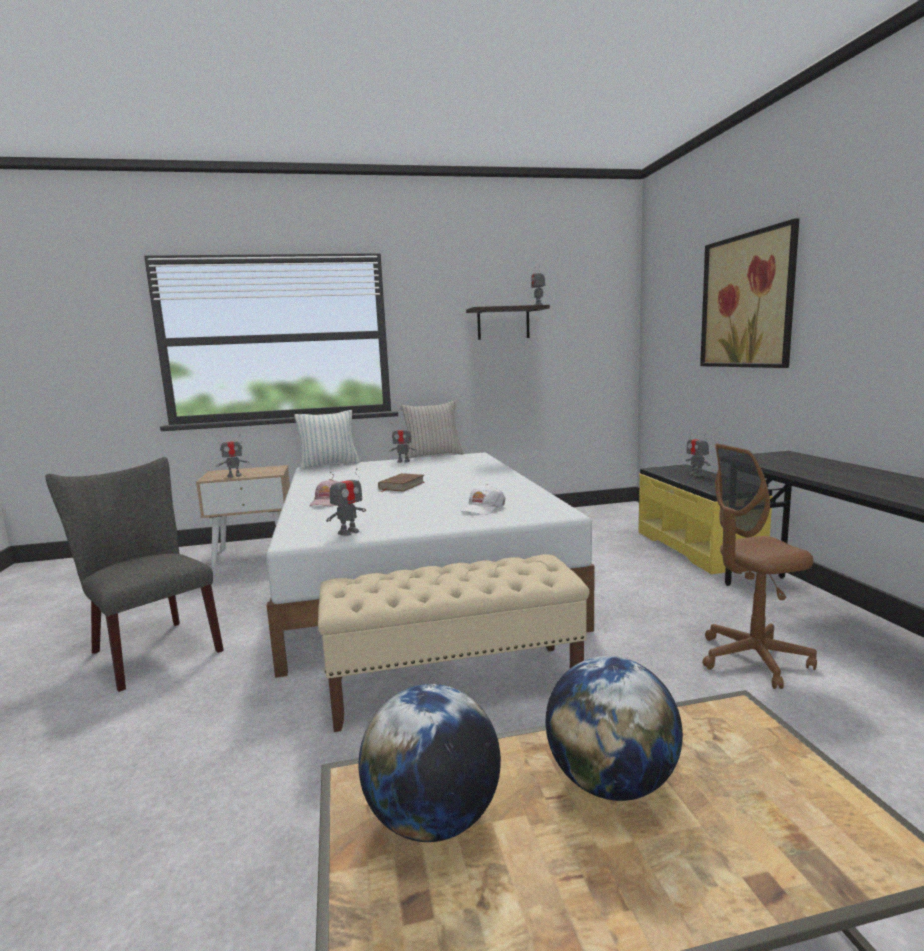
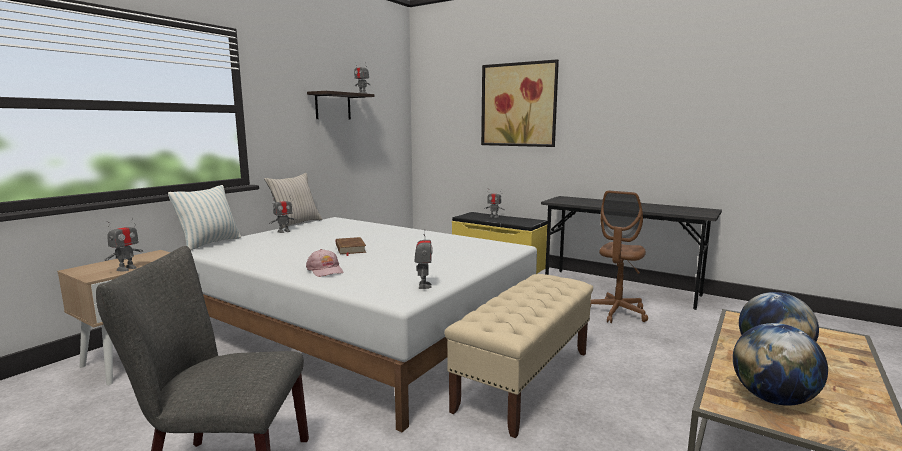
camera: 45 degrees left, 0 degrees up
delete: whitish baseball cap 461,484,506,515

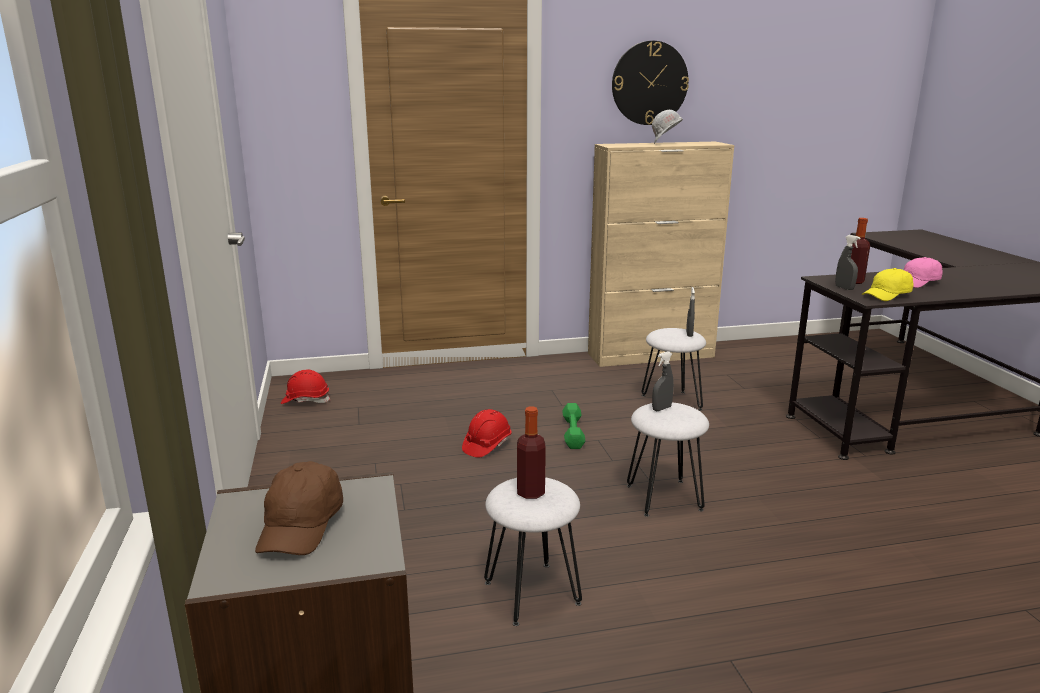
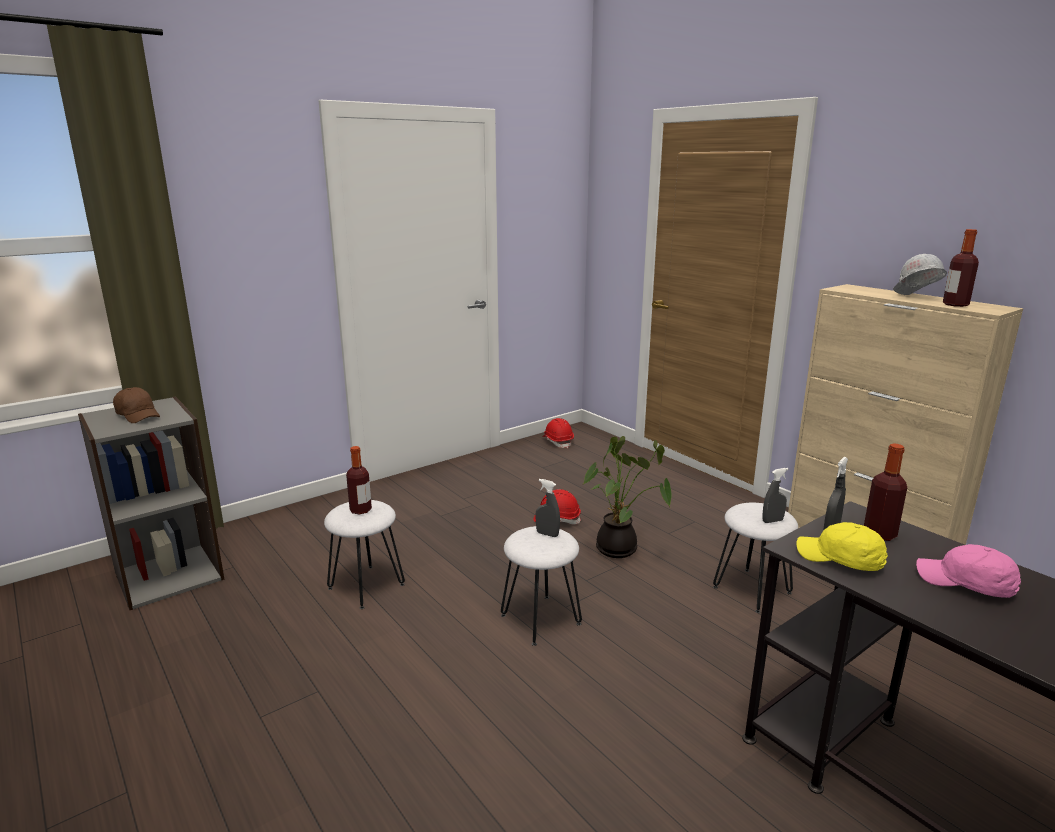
camera: 65 degrees right, 0 degrees up
delete: wall clock 612,41,689,125
insert: beverage bottle 943,229,979,307
replace: green-coloured hand weight 563,403,585,449 to houseplant 582,436,672,558
rotate: brownish baseball cap 255,461,343,555 = 113,387,160,423 120 degrees counterclockwise

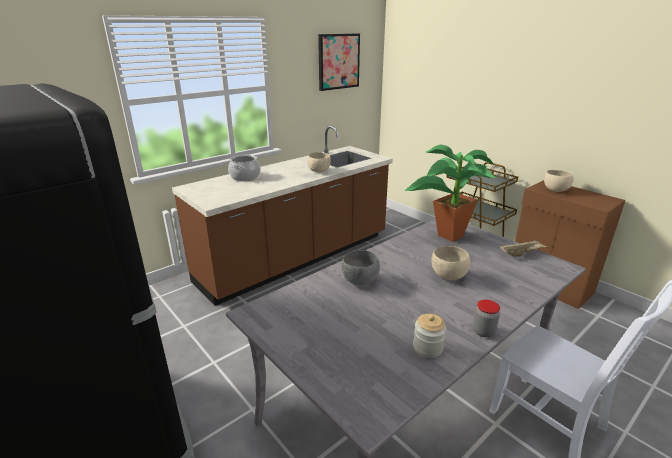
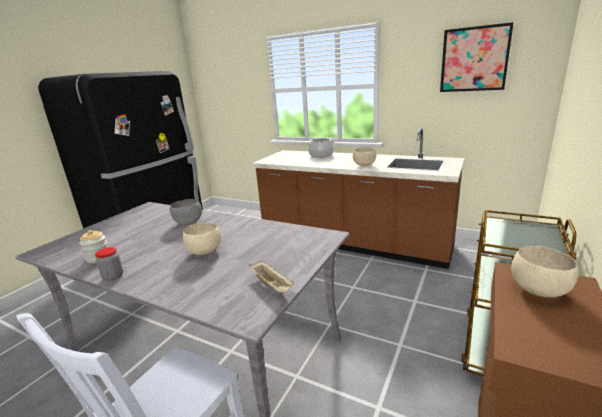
camera: 70 degrees right, 5 degrees down
delete: houseplant 405,145,496,242

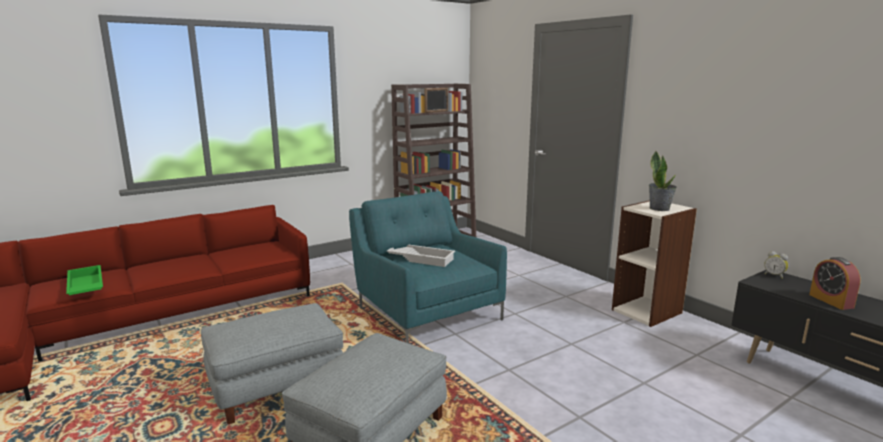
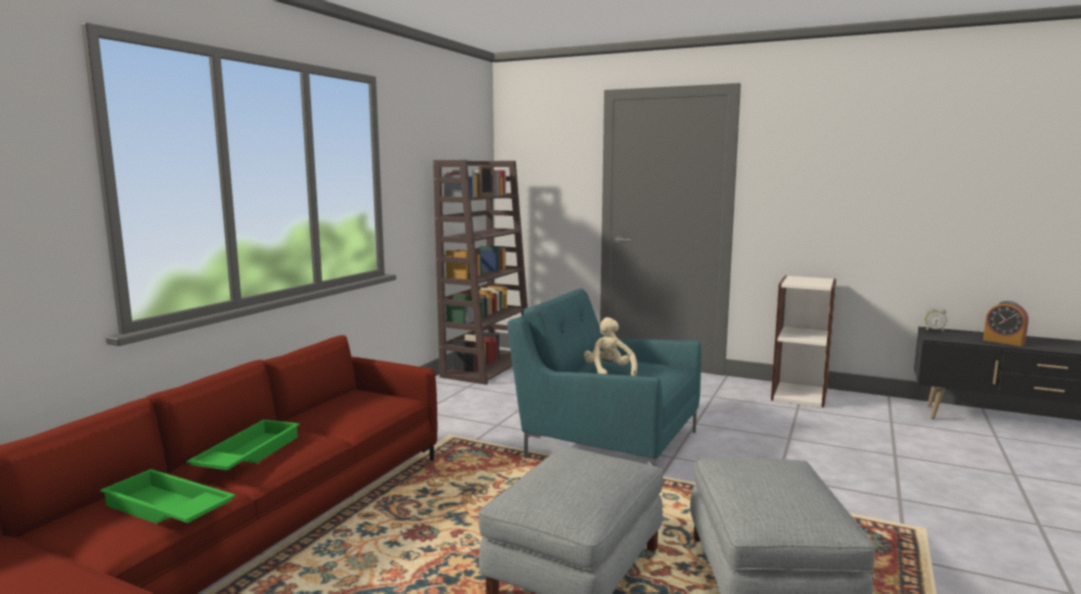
camera: 30 degrees left, 5 degrees down
delete: houseplant 649,151,677,211
insert: green-coloured serving tray 186,419,300,470
replace: whitish serving tray 387,245,455,267 to beige-coloured soft toy 584,317,637,376

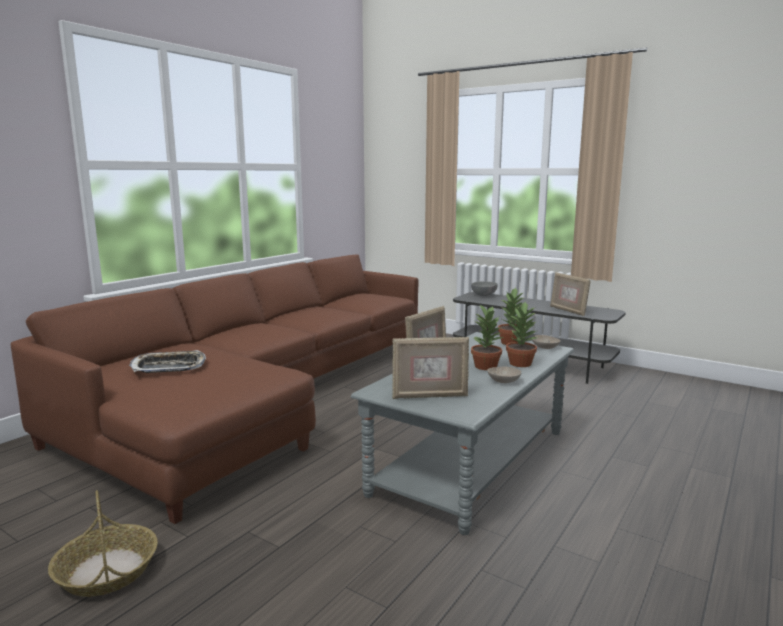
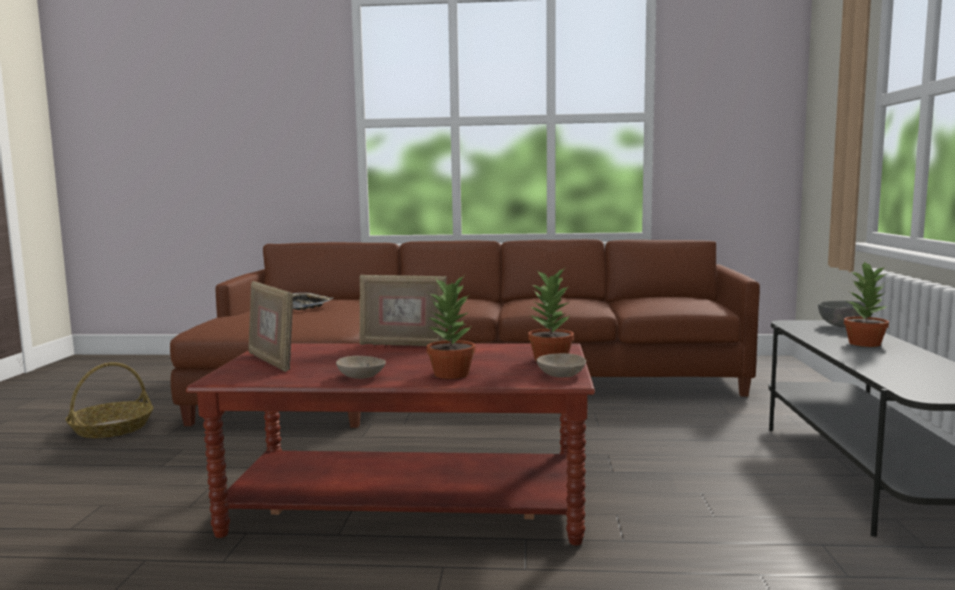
camera: 60 degrees right, 5 degrees down
delete: picture frame 550,272,591,316
move: houseplant 471,305,504,370 to 844,261,889,347
recolor: grey coffee table 350,332,574,535 to brownish coffee table 186,343,595,545

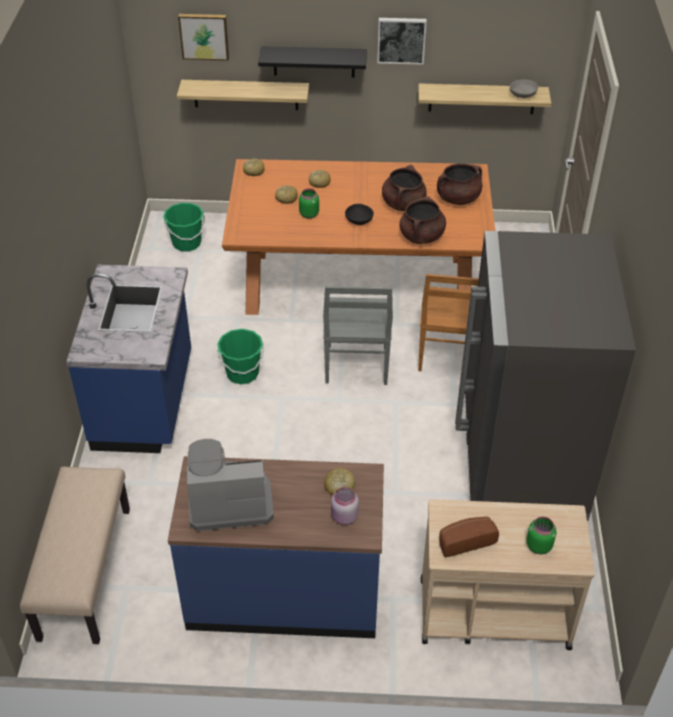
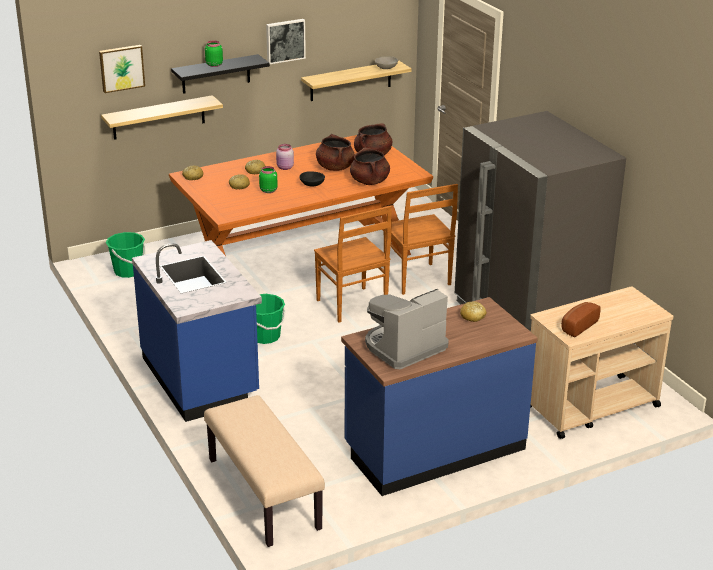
camera: 30 degrees left, 15 degrees down
move: pinkish jar 331,487,359,525 to 276,144,294,170; green-coloured jar 526,517,556,554 to 205,40,223,67
recolor: grey chair 323,286,393,385 to brownish chair 314,206,392,323

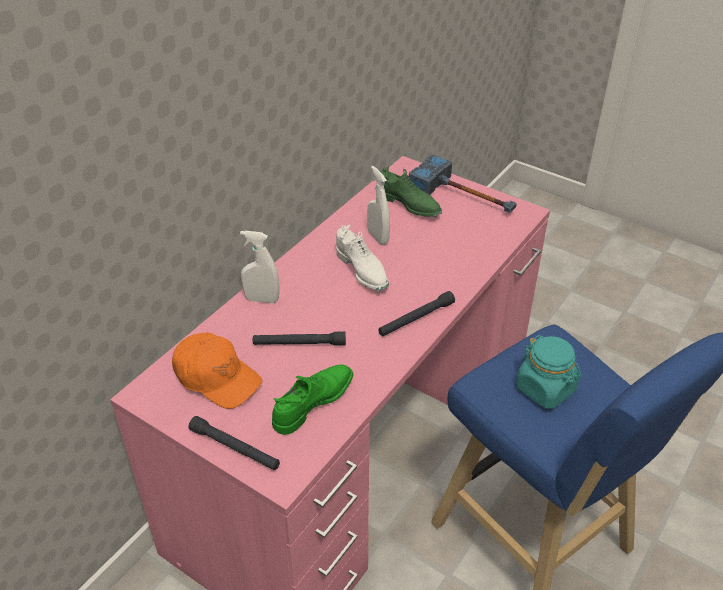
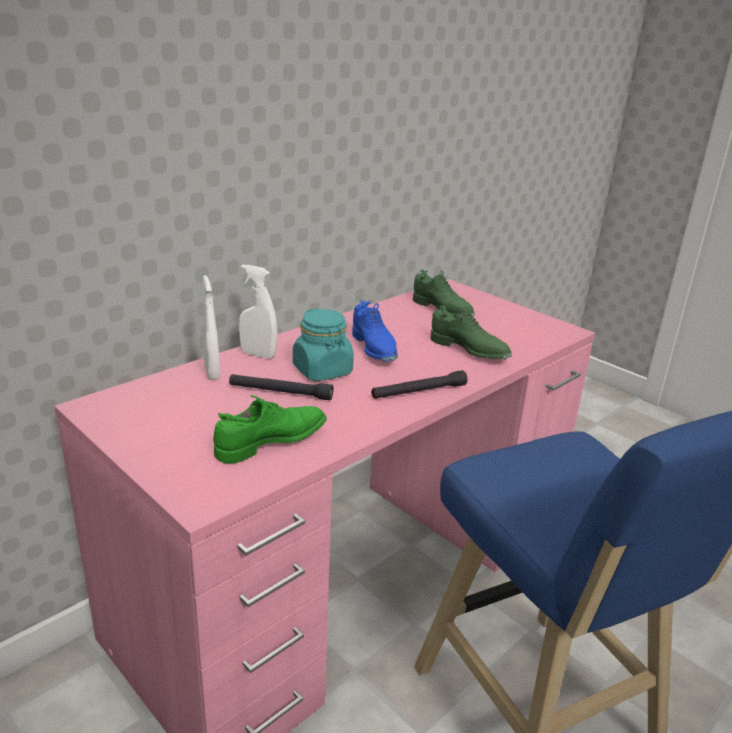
camera: 10 degrees right, 15 degrees down
delete: orange-coloured baseball cap 172,332,262,409; black-coloured flashlight 189,416,280,470; hand hammer 409,154,517,213
insert: green-coloured low shoe 430,305,512,360
move: whitish sprayer 367,166,390,245 to 203,275,220,380; turquoise-coloured jar 516,335,582,409 to 293,308,354,381
recolor: whitish low shoe 336,225,389,291 to bluish low shoe 352,300,398,362

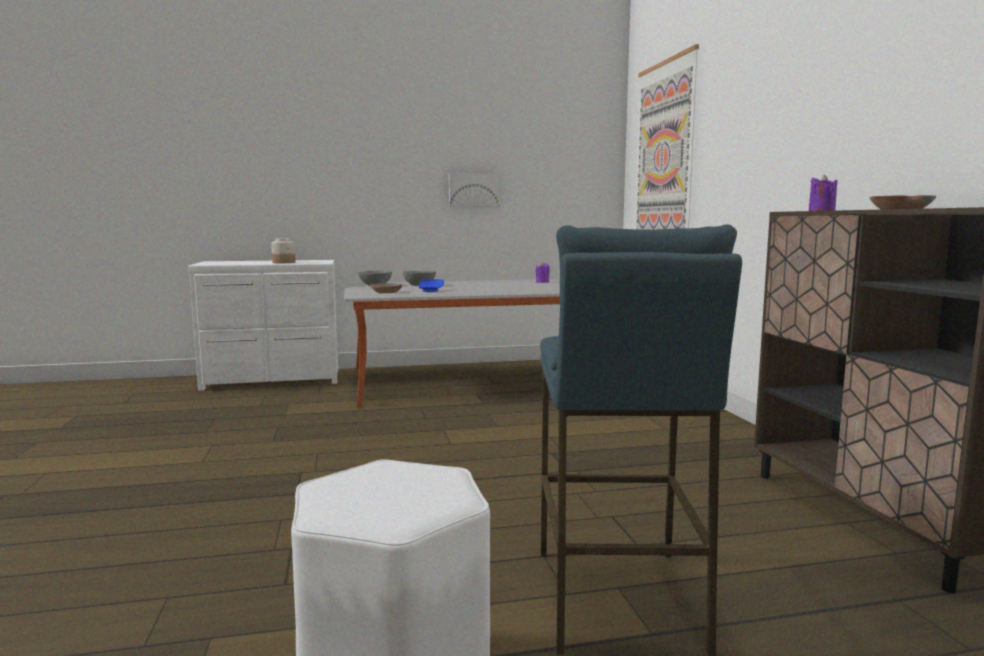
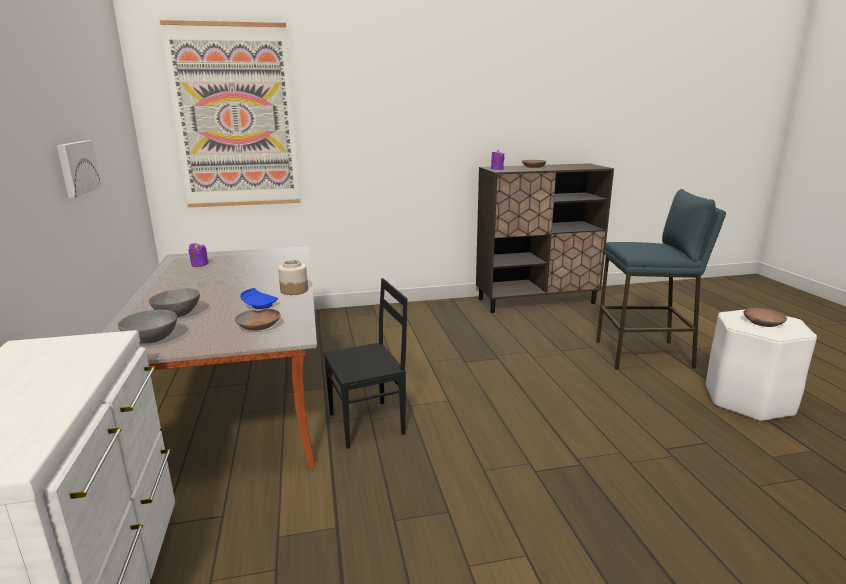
camera: 90 degrees left, 10 degrees up
insert: black-coloured chair 323,278,407,449; brownish bowl 744,308,787,327
move: jar 271,238,295,263 to 278,260,308,295

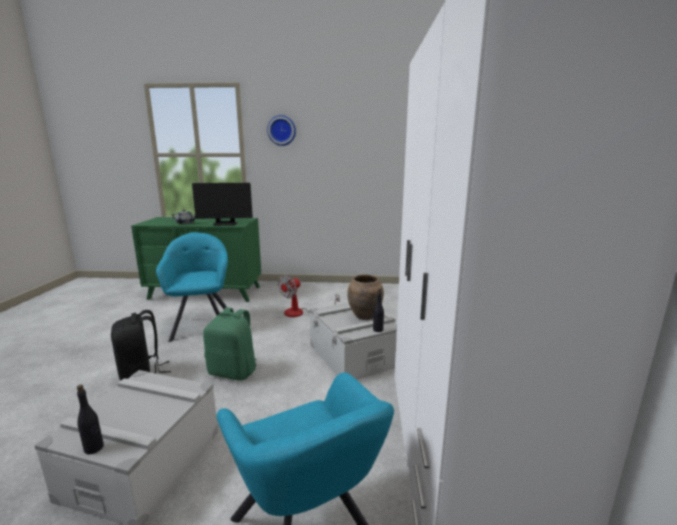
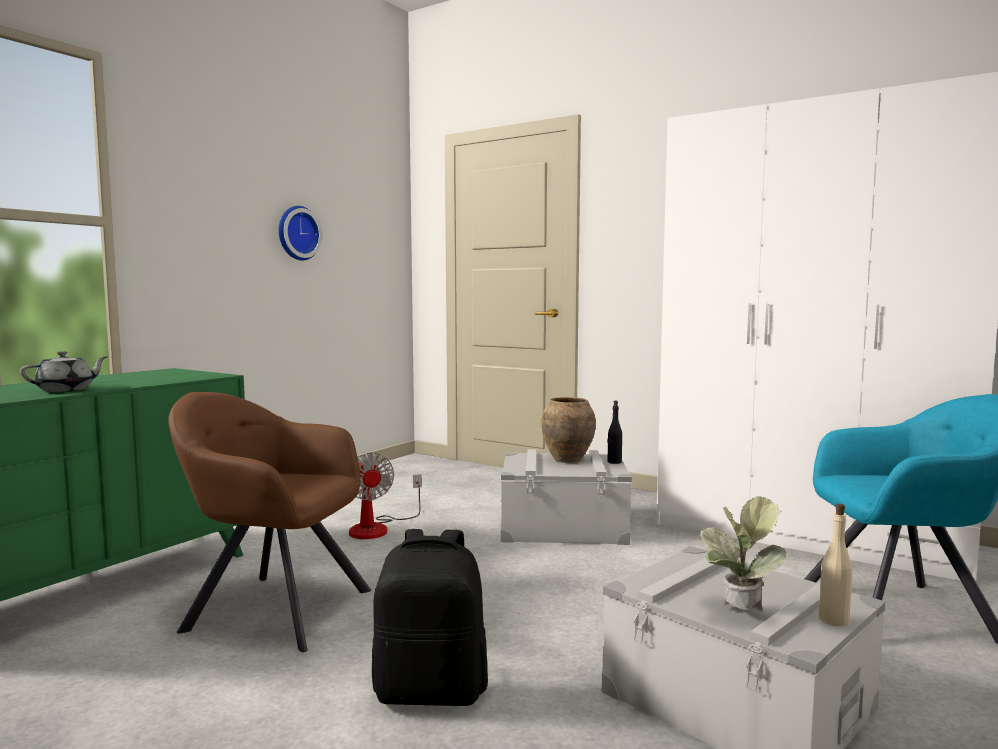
camera: 60 degrees left, 10 degrees down
delete: monitor 192,183,253,226; green-coloured backpack 203,307,256,381
insert: houseplant 701,496,786,612
move: wall clock 267,115,296,146 to 278,206,323,260
recolor: black-coloured beverage bottle 77,385,104,455 to beige-coloured beverage bottle 819,503,852,626; turquoise-coloured lounge chair 156,232,228,342 to brownish lounge chair 168,392,371,652

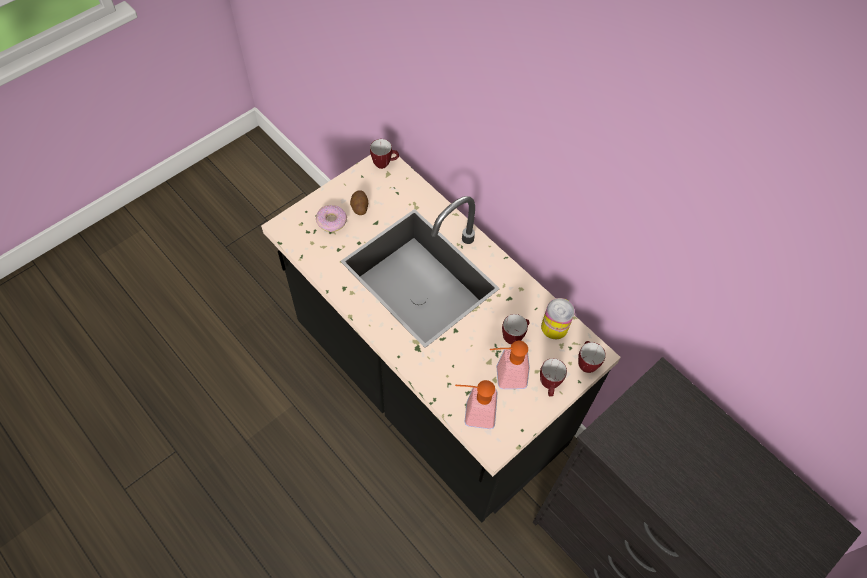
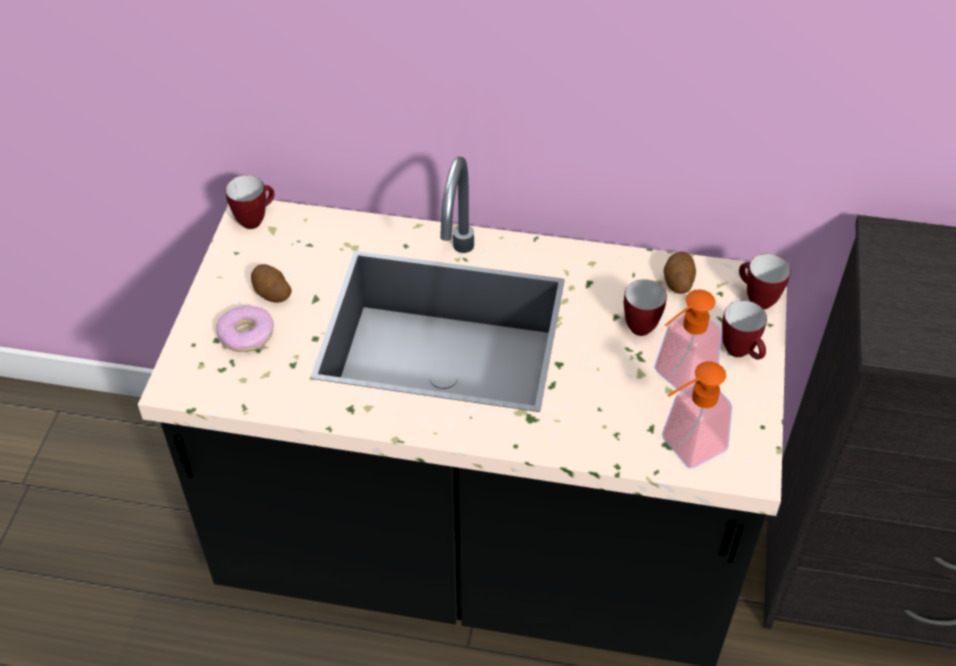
camera: 35 degrees left, 10 degrees down
replace: metal can 541,298,575,339 to potato 663,251,696,294

